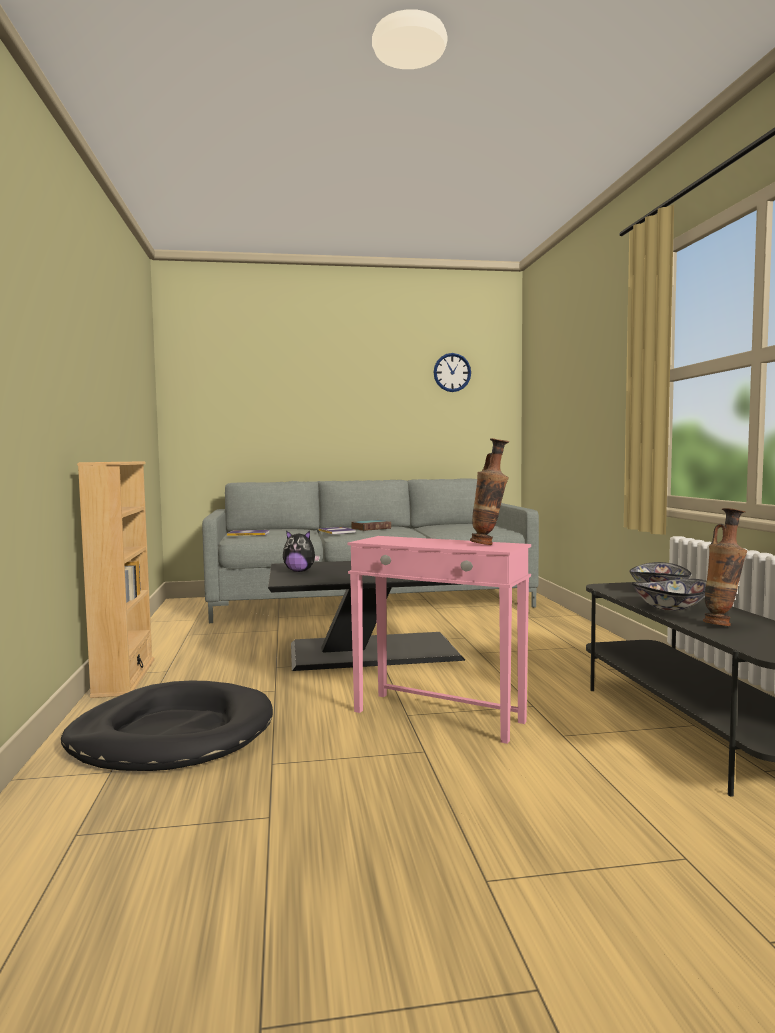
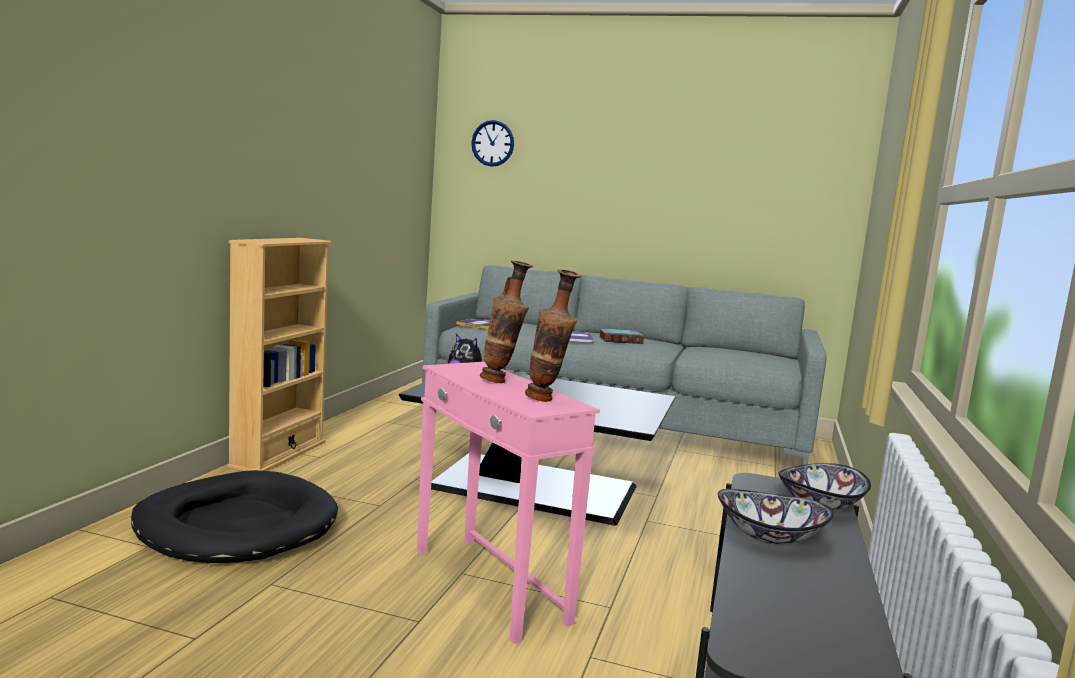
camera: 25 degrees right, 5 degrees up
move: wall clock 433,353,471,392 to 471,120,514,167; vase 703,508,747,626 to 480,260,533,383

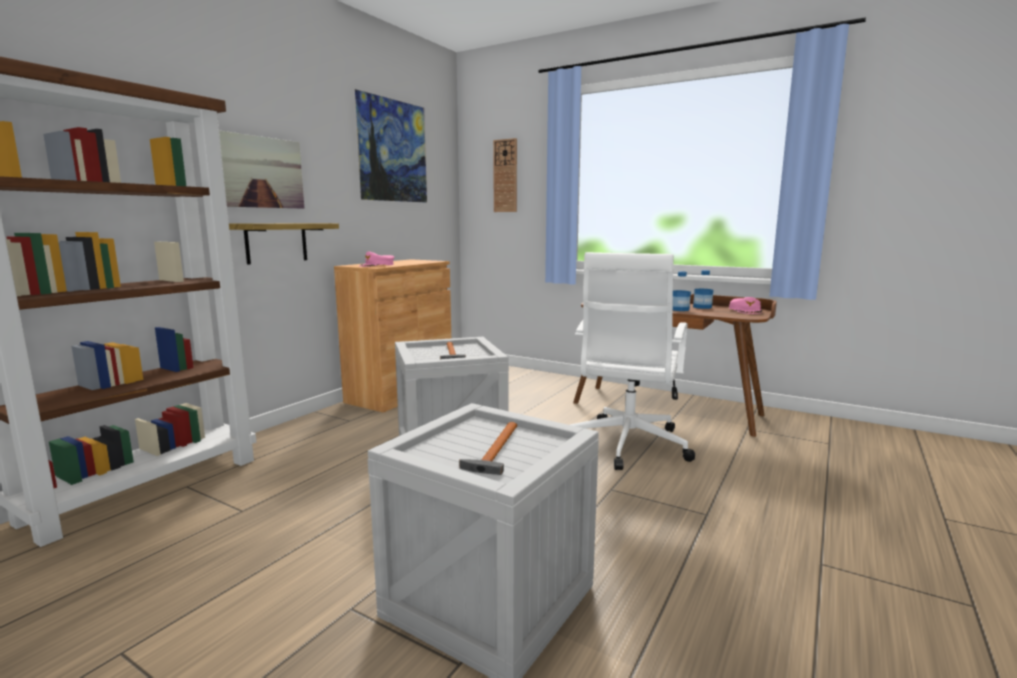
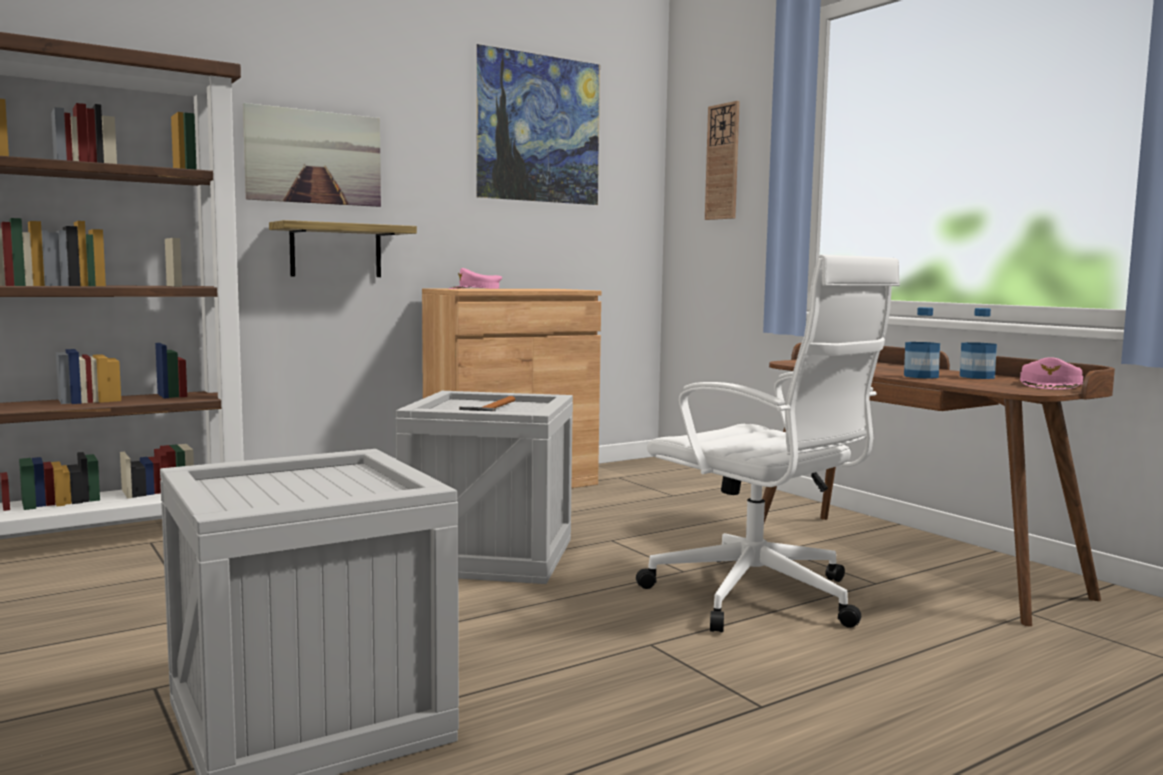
camera: 25 degrees right, 5 degrees down
delete: hand hammer 459,422,517,475
rotate: whitish desk chair 570,252,695,470 = 636,255,900,632 90 degrees counterclockwise

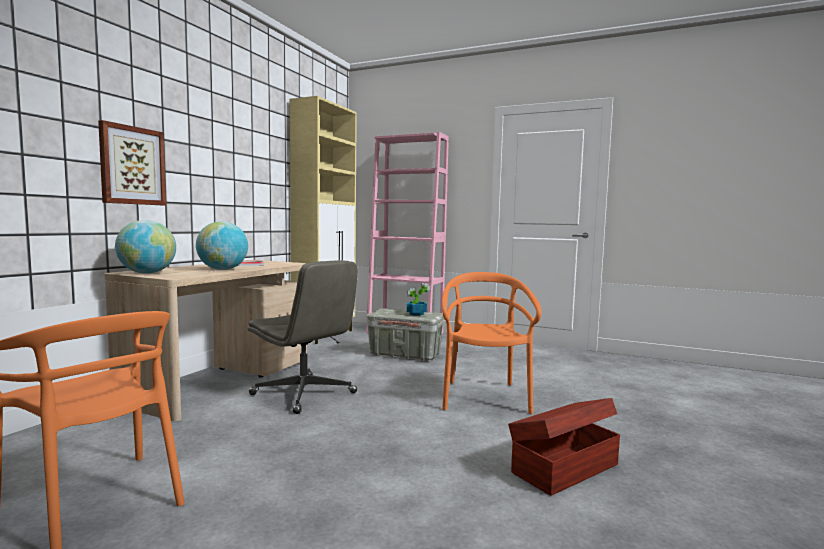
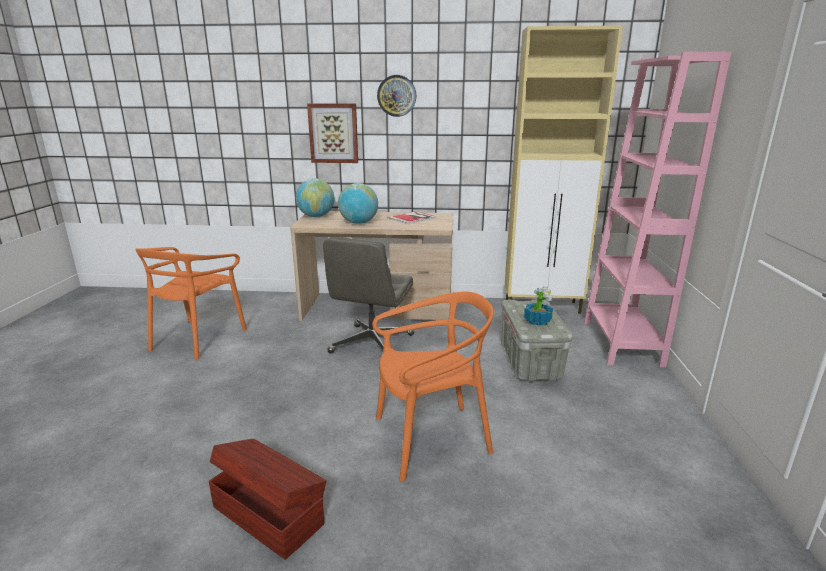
camera: 70 degrees right, 15 degrees up
insert: wall clock 377,75,416,117

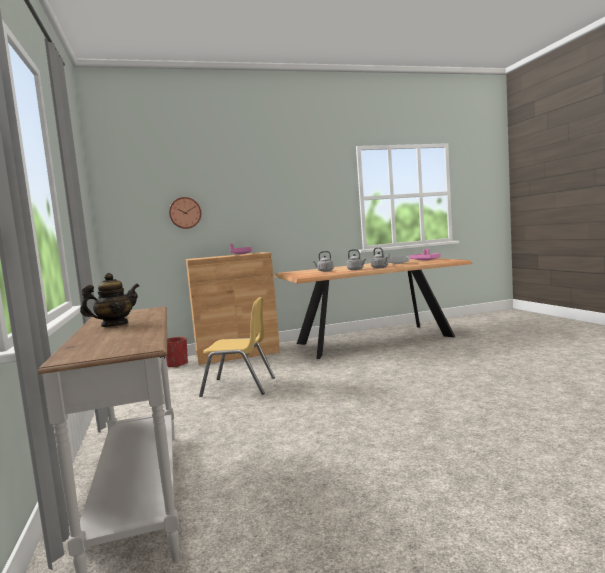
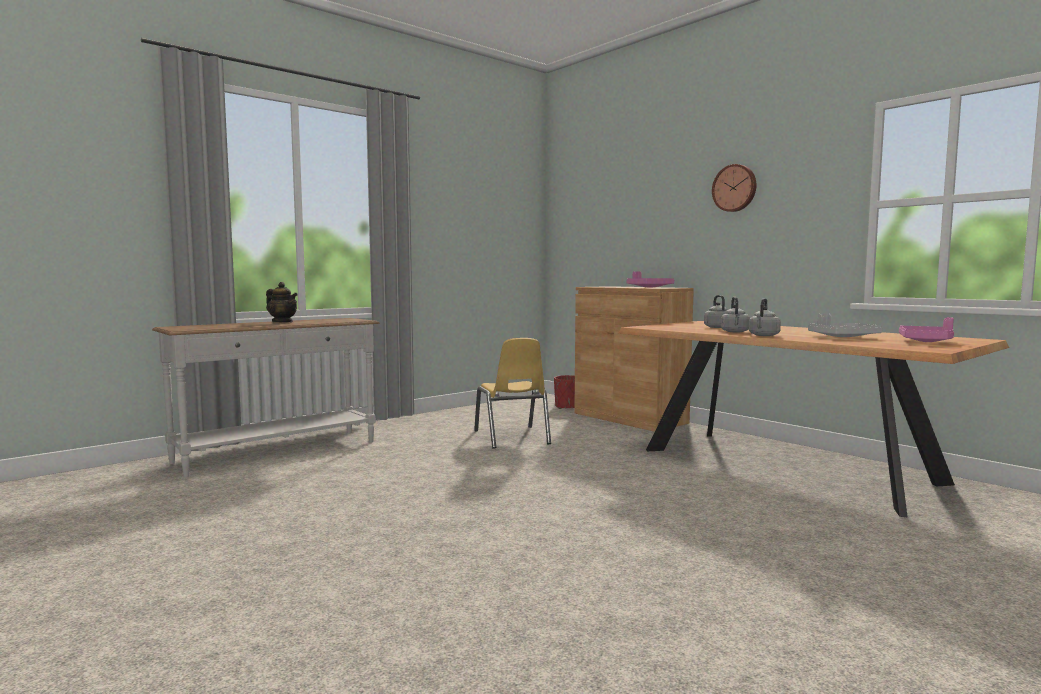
camera: 65 degrees right, 0 degrees up
move: wall clock 169,197,201,229 to 712,164,756,212

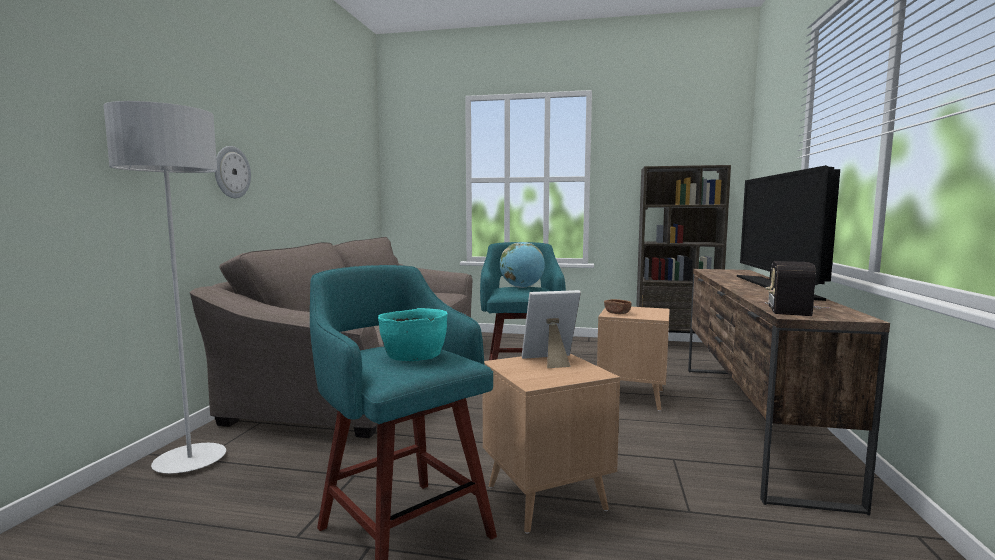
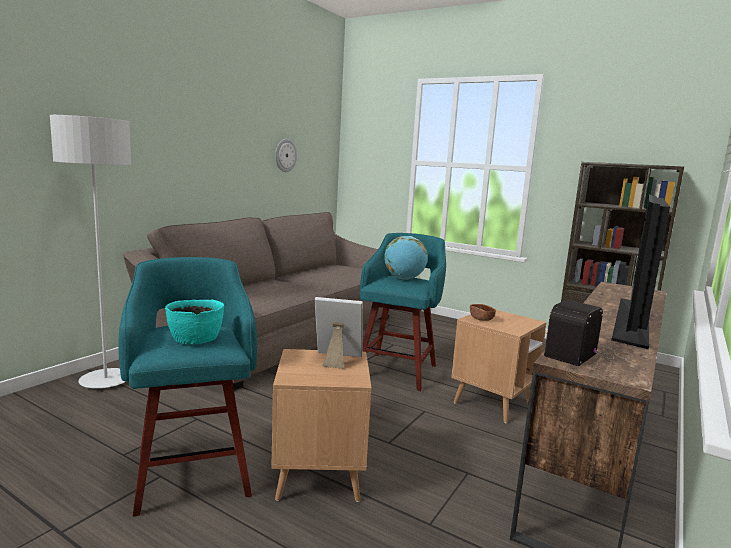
camera: 20 degrees right, 5 degrees up
move: wall clock 215,146,251,198 to 275,139,297,172

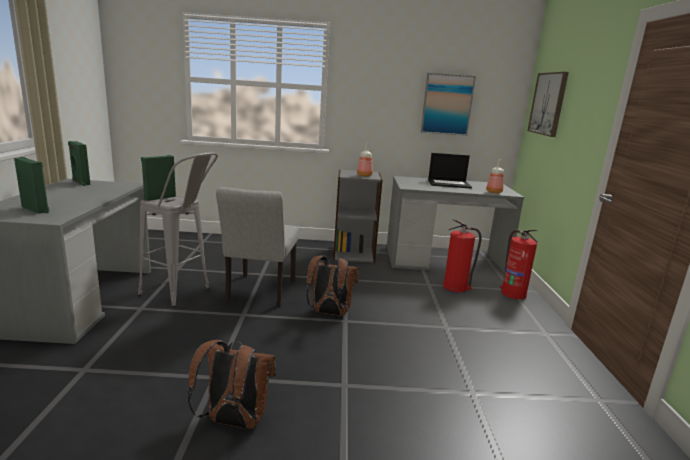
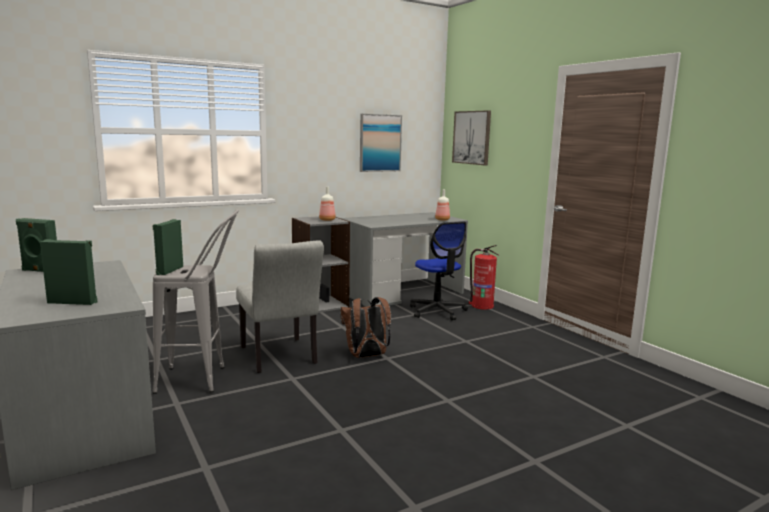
camera: 30 degrees left, 5 degrees down
delete: brownish backpack 188,340,276,429; notebook computer 428,153,472,189
replace: fire extinguisher 443,219,482,292 to desk chair 410,222,468,320

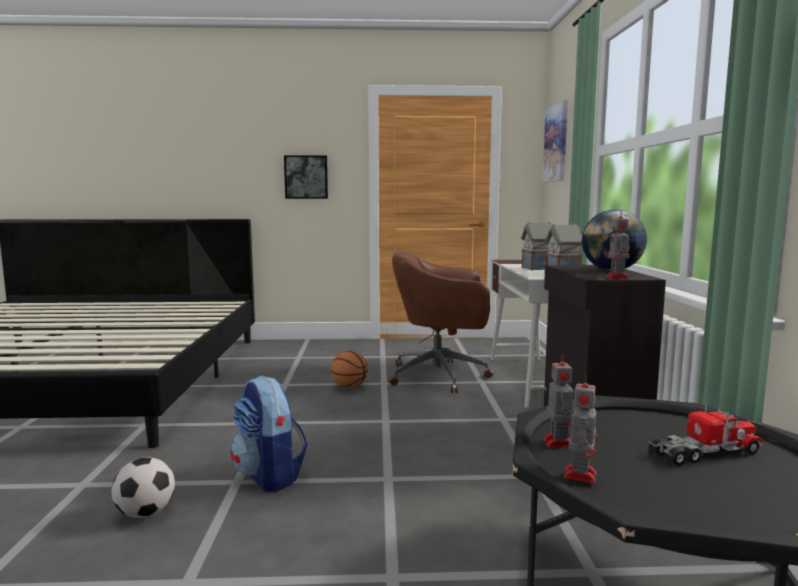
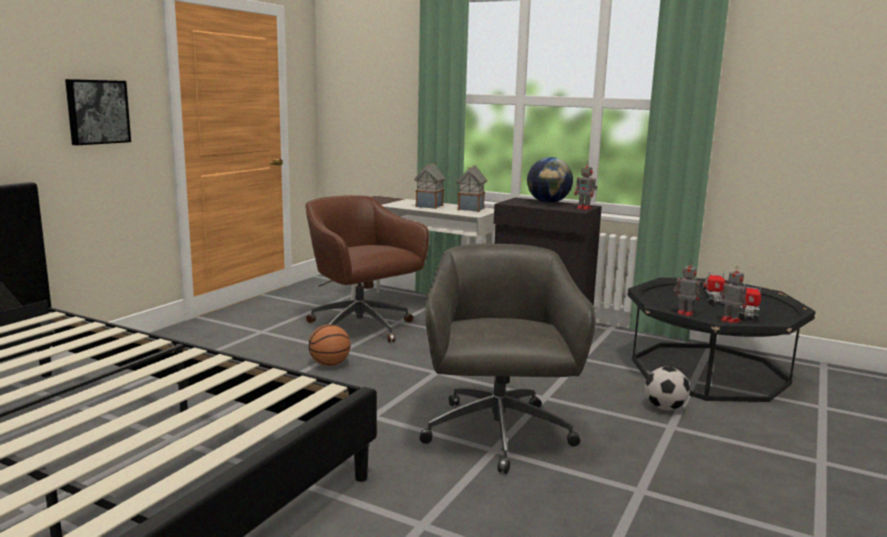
camera: 60 degrees left, 5 degrees up
delete: picture 543,100,568,182
insert: toy truck 739,284,761,322
move: ball for football 111,457,175,518 to 645,367,690,410
replace: backpack 231,376,308,492 to grey desk chair 419,244,596,474
rotate: brownish desk chair 389,251,494,393 = 305,195,429,343 105 degrees clockwise

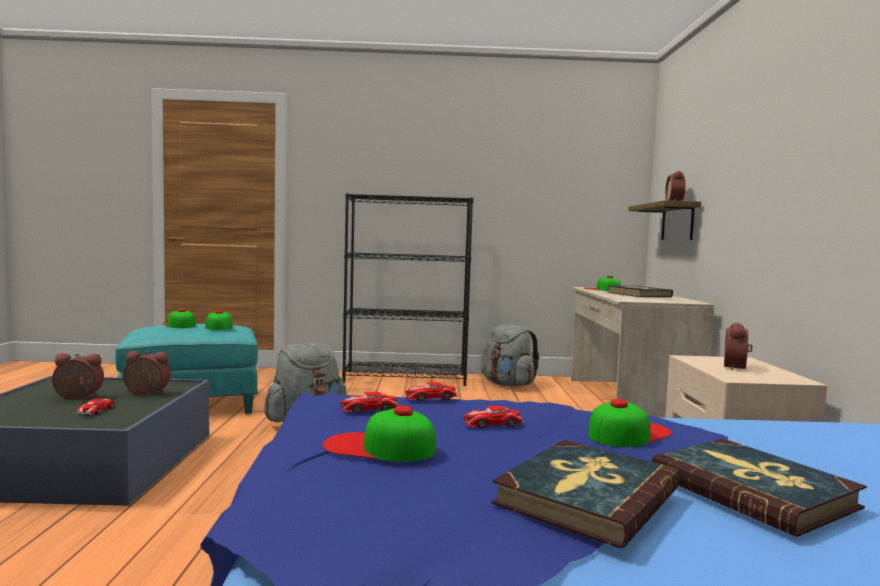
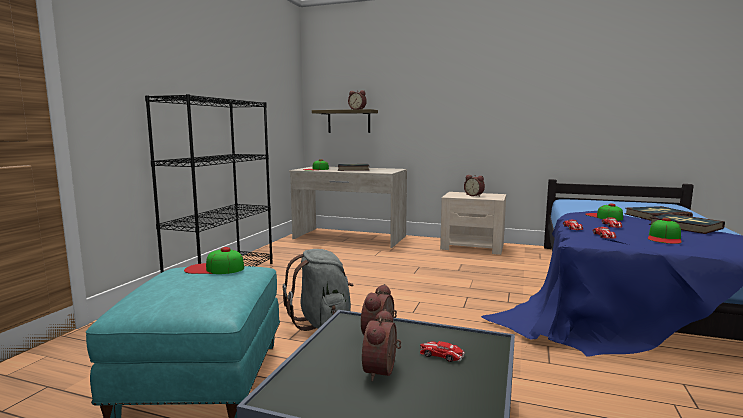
camera: 70 degrees left, 5 degrees up
delete: baseball cap 163,309,195,328; grey backpack 481,324,540,387

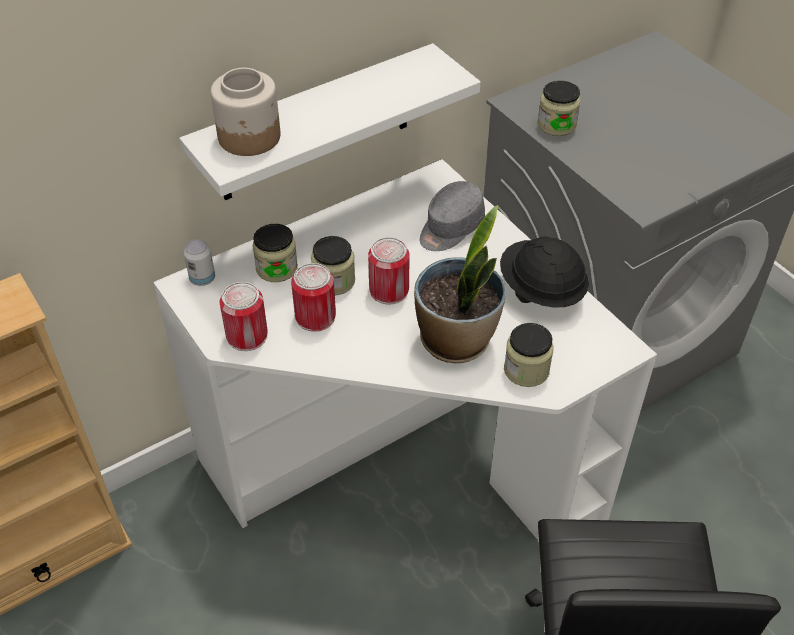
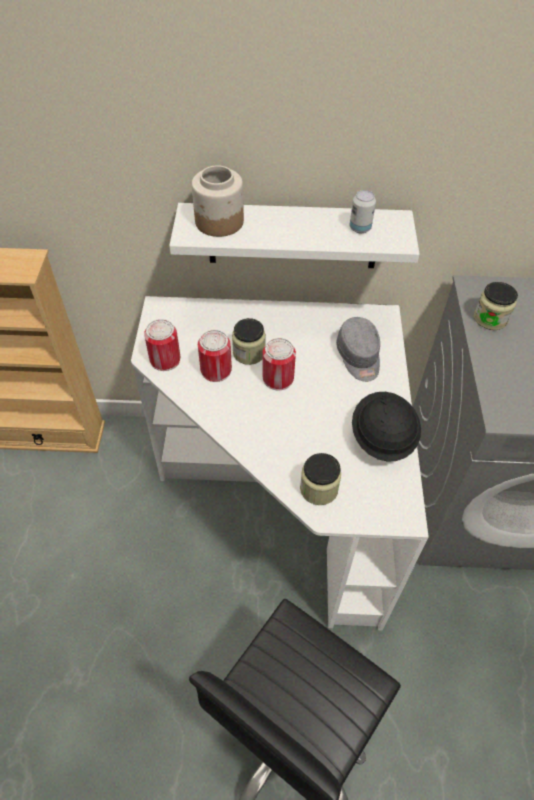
camera: 35 degrees right, 5 degrees up
delete: jar 253,224,298,282; houseplant 414,204,506,363
move: metal can 184,239,215,286 to 349,190,376,233
rotate: grey baseball cap 420,181,485,251 = 336,317,380,382 90 degrees counterclockwise

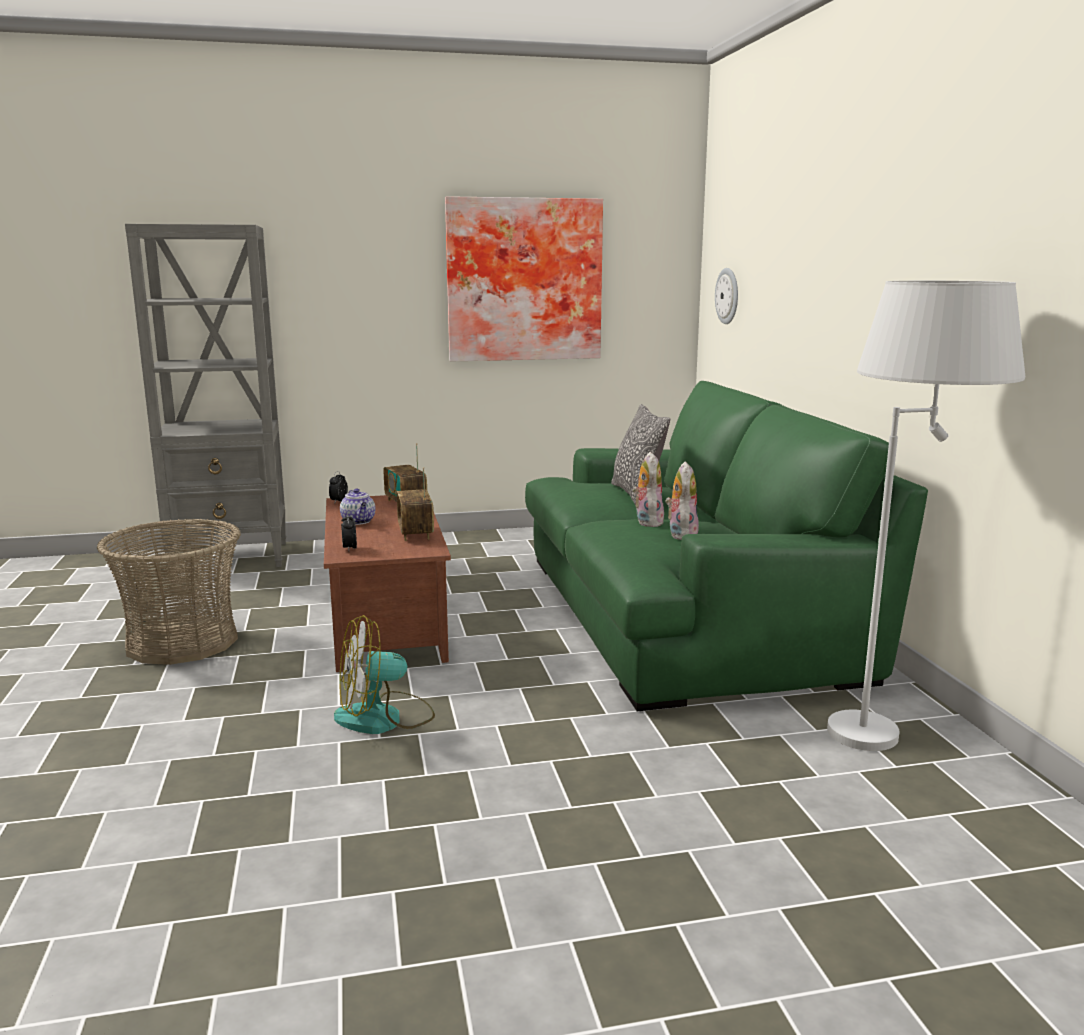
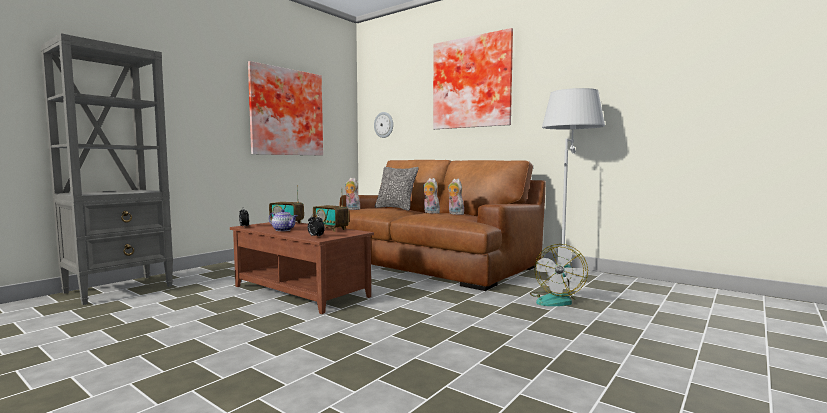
camera: 40 degrees left, 10 degrees down
delete: storage basket 97,519,241,665
insert: soft toy 345,178,360,210; picture 433,28,513,129
move: cooling fan 334,615,435,734 to 530,244,588,306
recolor: green-coloured couch 525,381,928,711 to brownish couch 338,160,546,291

